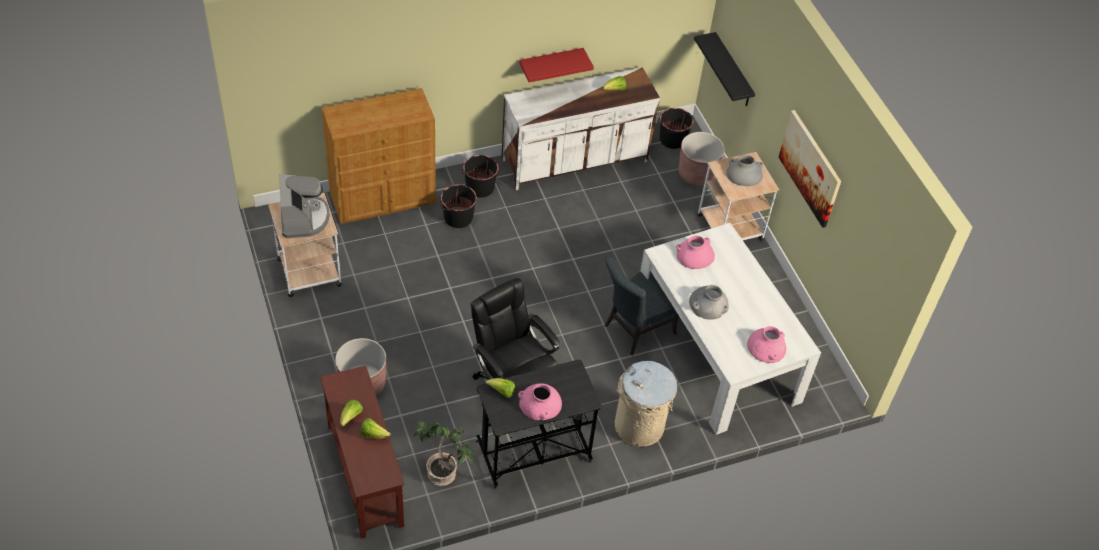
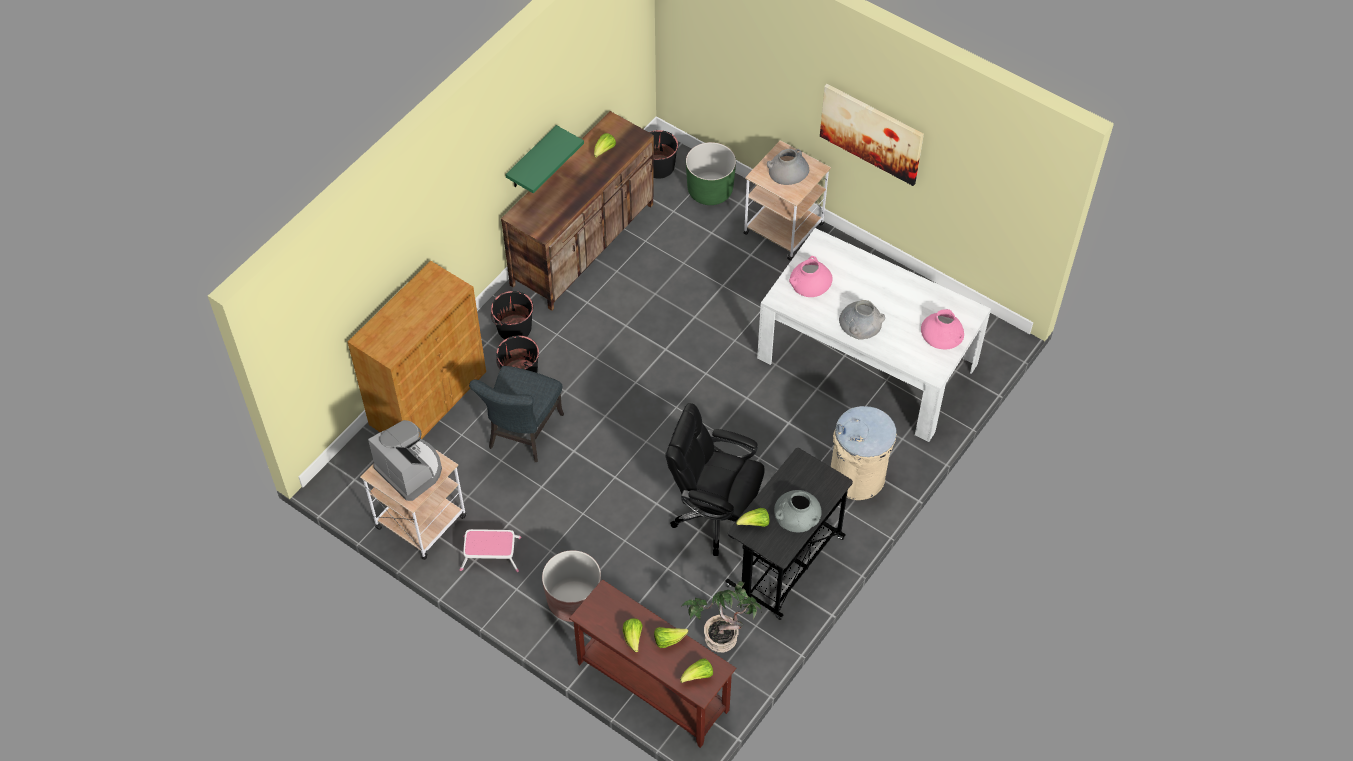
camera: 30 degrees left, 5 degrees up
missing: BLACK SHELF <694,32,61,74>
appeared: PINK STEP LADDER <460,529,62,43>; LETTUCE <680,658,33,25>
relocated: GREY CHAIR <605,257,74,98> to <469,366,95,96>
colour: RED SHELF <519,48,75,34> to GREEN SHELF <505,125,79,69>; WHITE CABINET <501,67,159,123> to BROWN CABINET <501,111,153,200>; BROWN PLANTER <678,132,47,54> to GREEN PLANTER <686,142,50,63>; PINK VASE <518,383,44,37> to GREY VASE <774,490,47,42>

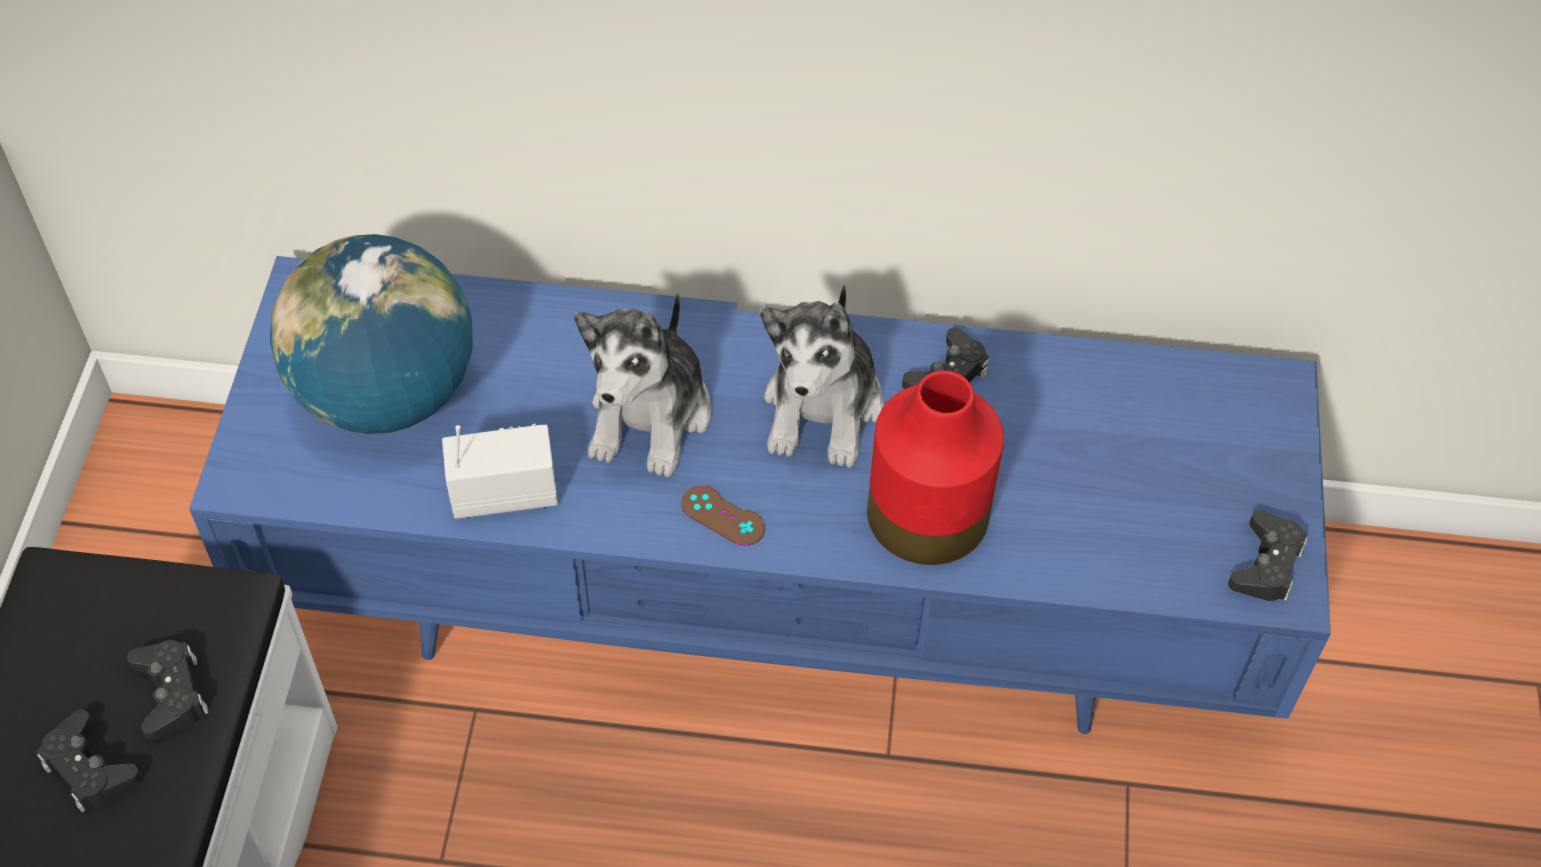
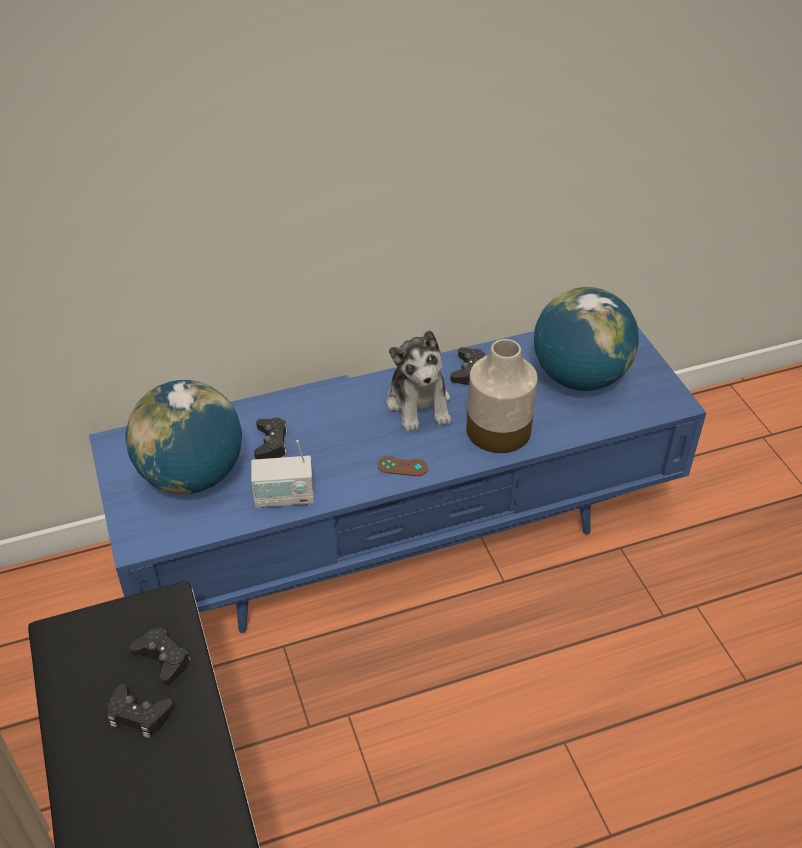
camera: 25 degrees left, 10 degrees down
missing: PLUSH TOY <574,293,137,185>
appeared: GLOBE <534,287,105,104>
relocated: BLACK GAME CONTROLLER <1228,510,79,91> to <254,418,34,41>
colour: RED VASE <867,371,137,194> to BEIGE VASE <466,339,72,114>
spun: RADIO <442,424,116,95> = <251,440,63,68> 150 degrees counterclockwise

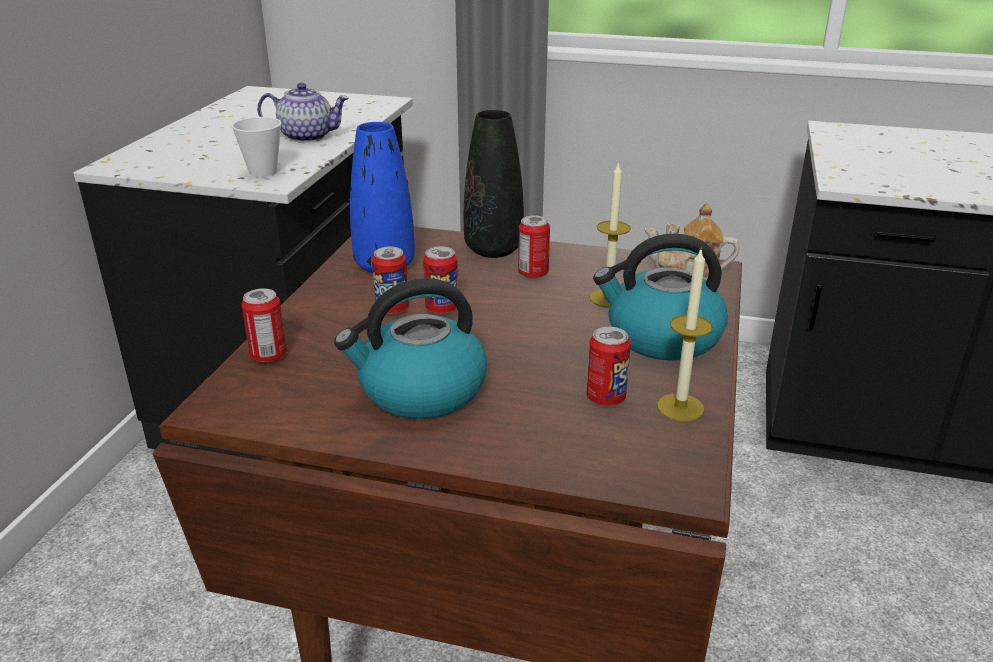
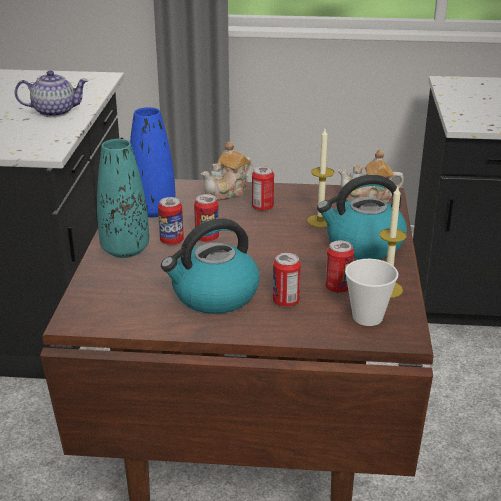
camera: 10 degrees left, 0 degrees up
appeared: TURQUOISE VASE <97,139,52,119>
relocated: CUP <231,117,51,60> to <345,259,53,67>; CAN <241,288,46,75> to <273,253,28,54>
exchanged: BLACK VASE <464,110,60,148> to TEAPOT <201,142,51,59>

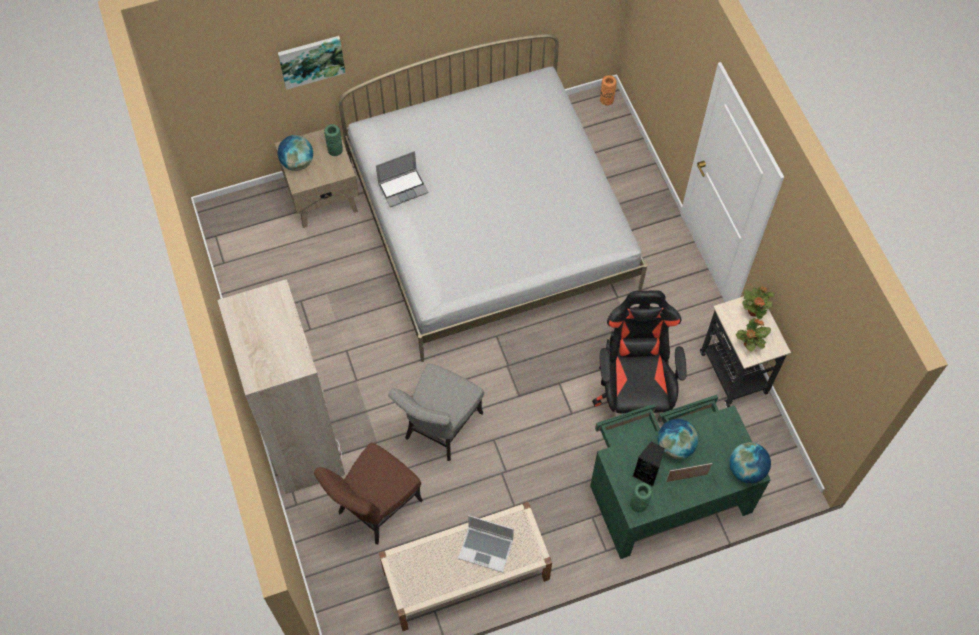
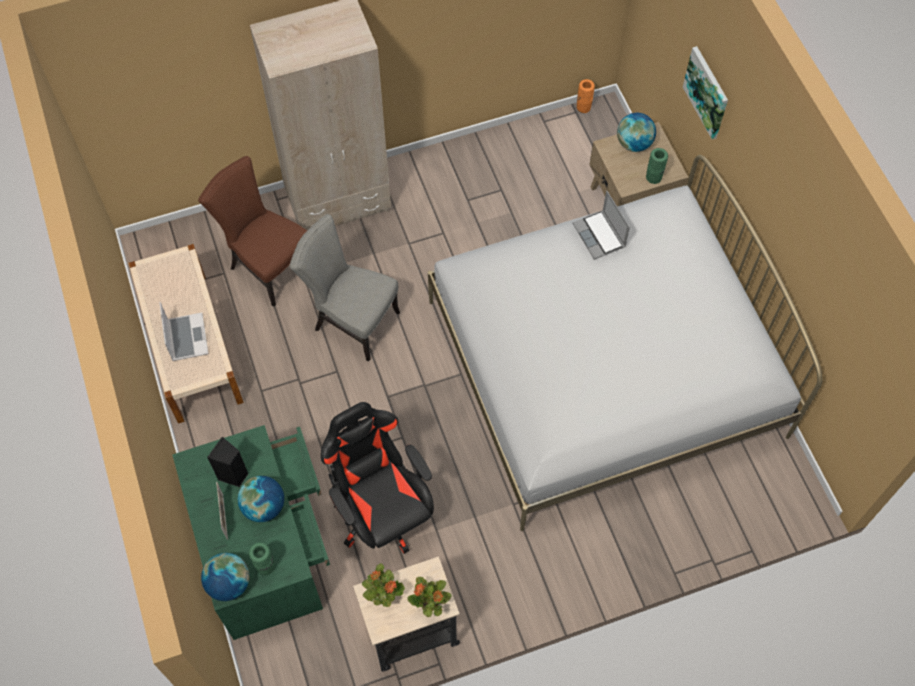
camera: 90 degrees right, 0 degrees up
relocated: ORANGE VASE <600,75,17,31> to <577,79,18,34>; GREEN VASE <630,483,23,29> to <249,542,26,34>
spun: BLACK OFFICE CHAIR <592,290,94,123> = <321,402,113,152> 120 degrees counterclockwise; LAPTOP <458,515,56,57> = <159,302,49,59> 150 degrees clockwise

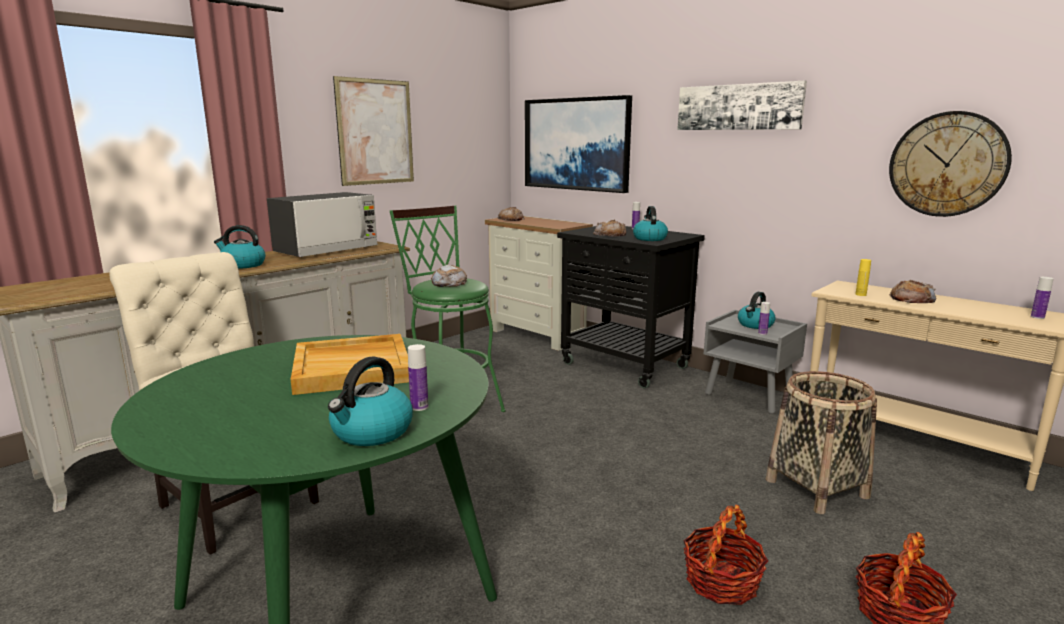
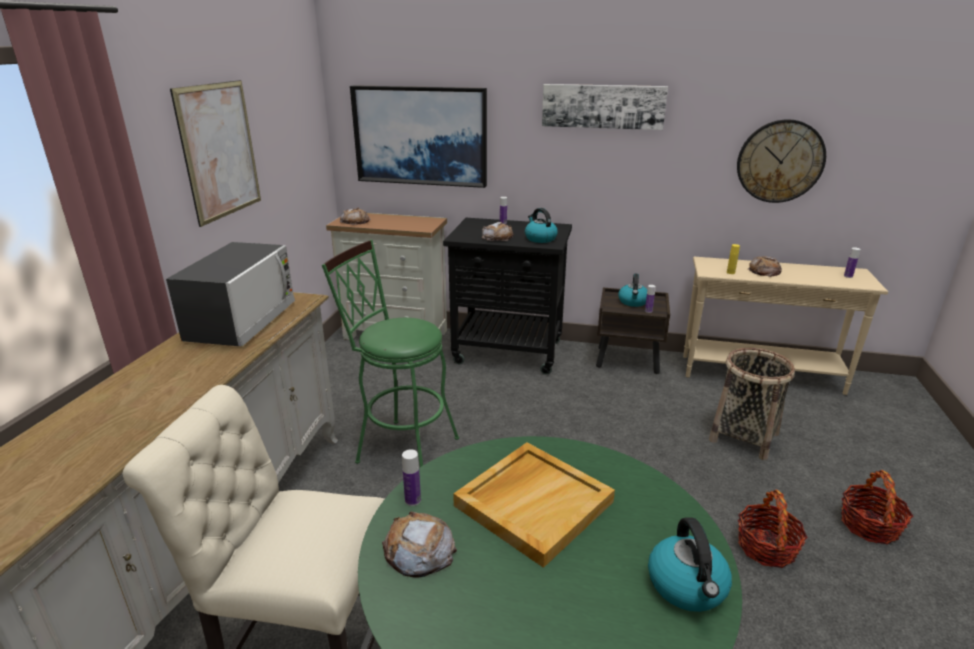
camera: 30 degrees left, 10 degrees up
missing: KETTLE <214,225,52,44>
relocated: BREAD <431,265,36,22> to <382,512,75,66>; BOTTLE <408,344,20,67> to <402,449,19,57>
colour: GREY NIGHTSTAND <704,310,103,104> to BROWN NIGHTSTAND <596,287,74,87>

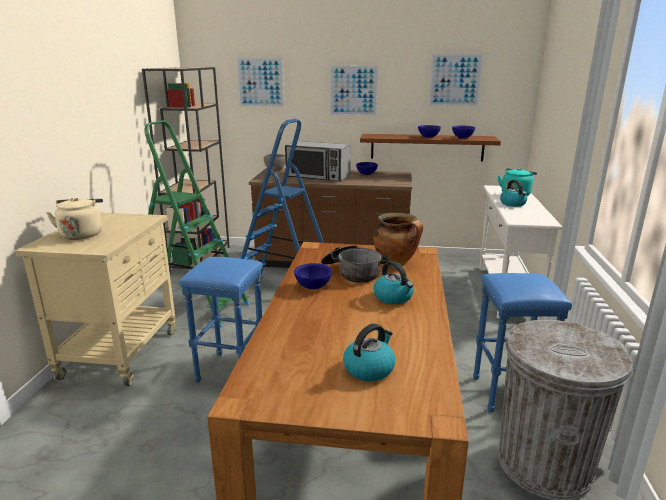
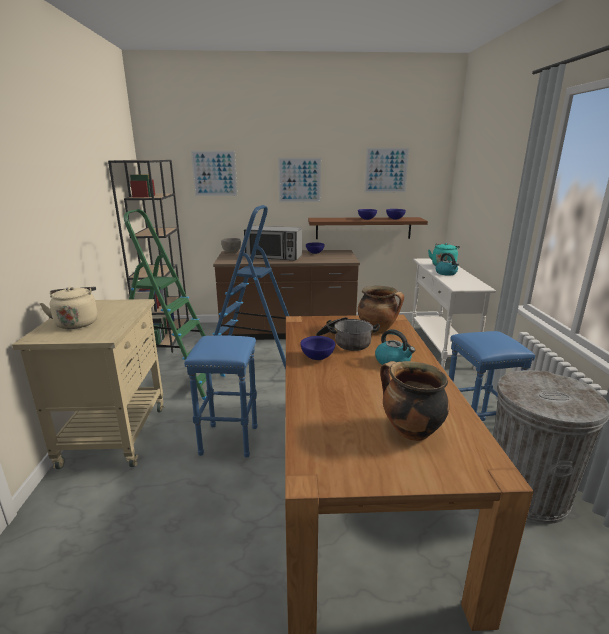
camera: 10 degrees left, 0 degrees up
exchanged: KETTLE <343,323,52,58> to COOKING POT <380,361,69,80>

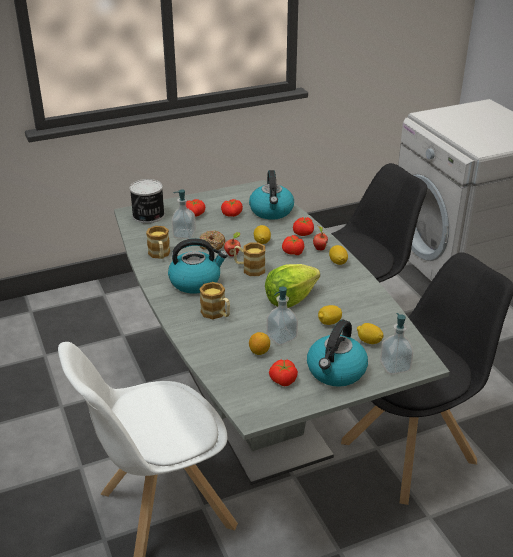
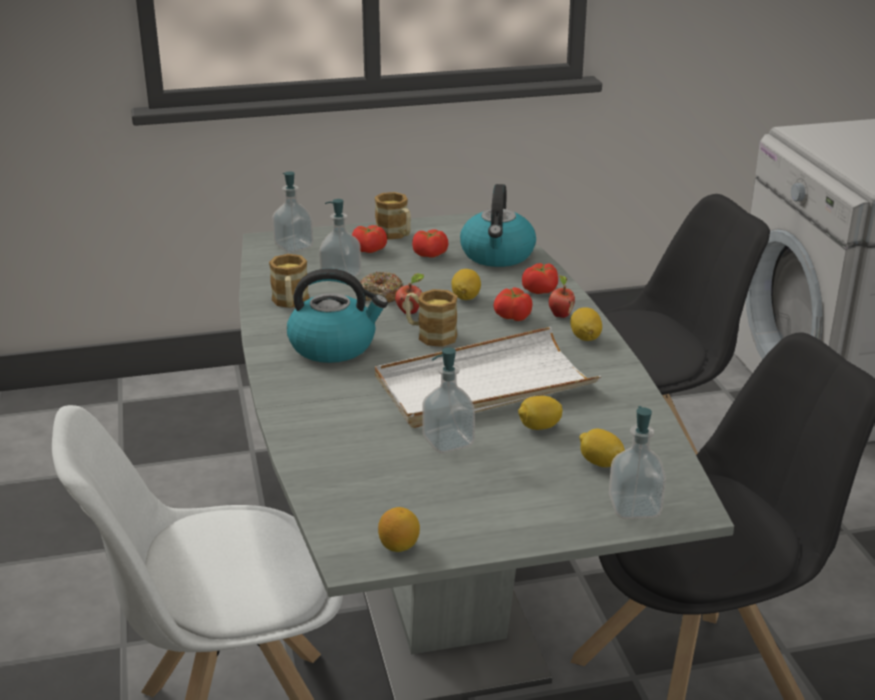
camera: 10 degrees right, 5 degrees down
missing: KETTLE <307,319,61,68>; TOMATO <269,359,29,27>
relocated: MUG <200,282,30,37> to <375,192,36,48>; LEMON <249,332,21,23> to <378,507,42,45>
exchanged: CAN <130,179,35,44> to SOAP DISPENSER <272,171,41,82>; LETTUCE <265,264,55,44> to WHITE TRAY <375,327,226,101>

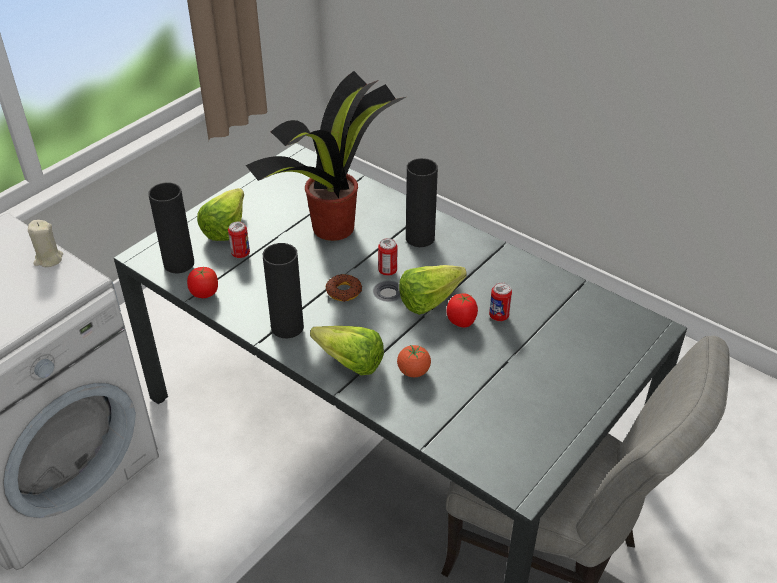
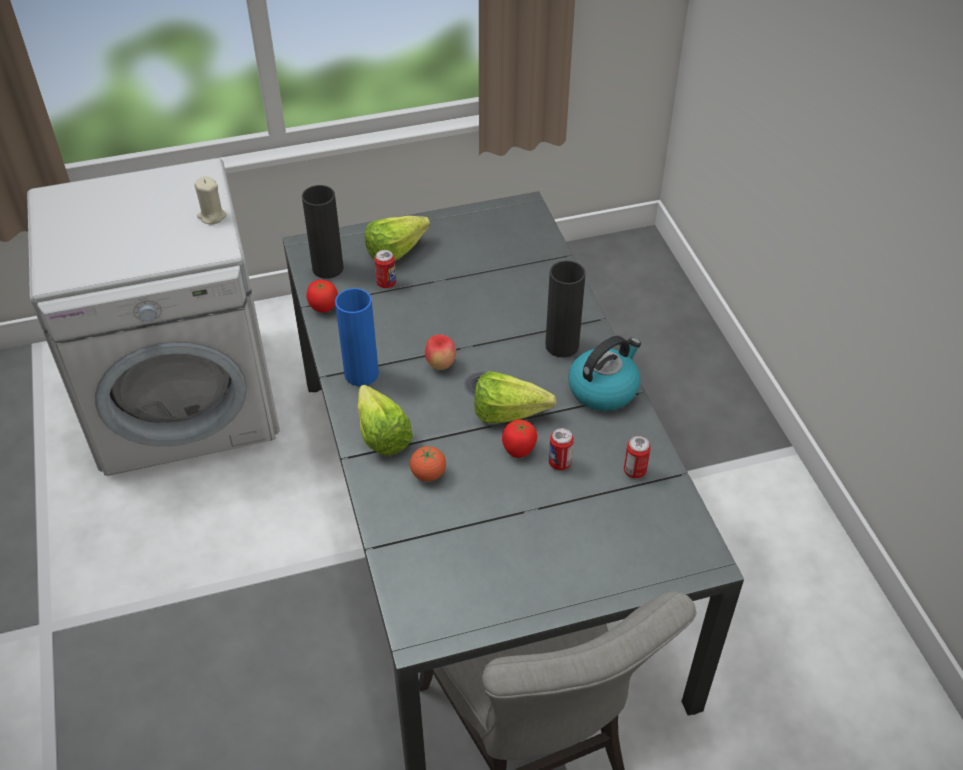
camera: 35 degrees right, 5 degrees up
missing: POTTED PLANT <246,71,160,170>
appeared: KETTLE <568,336,73,75>
relocated: CAN <378,238,19,38> to <624,436,27,42>
exchanged: DONUT <326,274,36,28> to APPLE <425,335,31,35>
colour: BLACK VASE <263,243,41,95> to BLUE VASE <335,288,44,98>

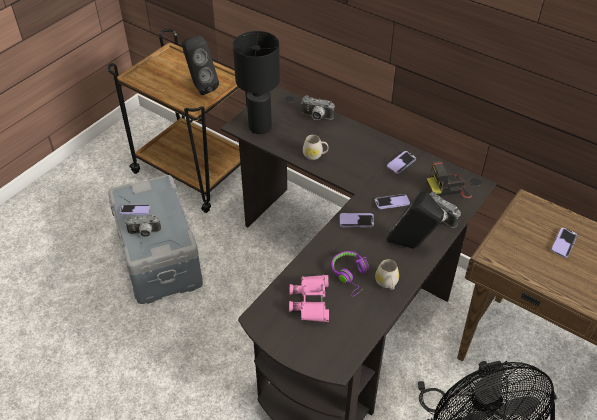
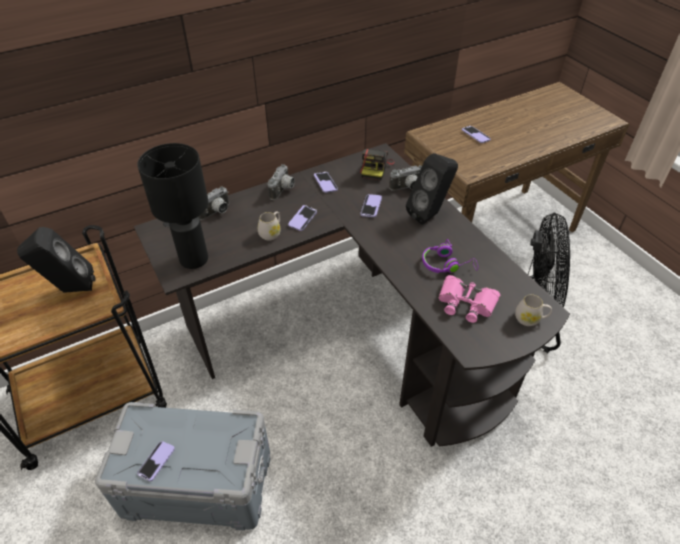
camera: 65 degrees left, 0 degrees up
relocated: PHONE <340,213,34,14> to <288,205,29,26>; PHOTO CAMERA <125,215,36,22> to <268,164,27,36>; WHITE MUG <375,259,24,31> to <515,294,37,32>

